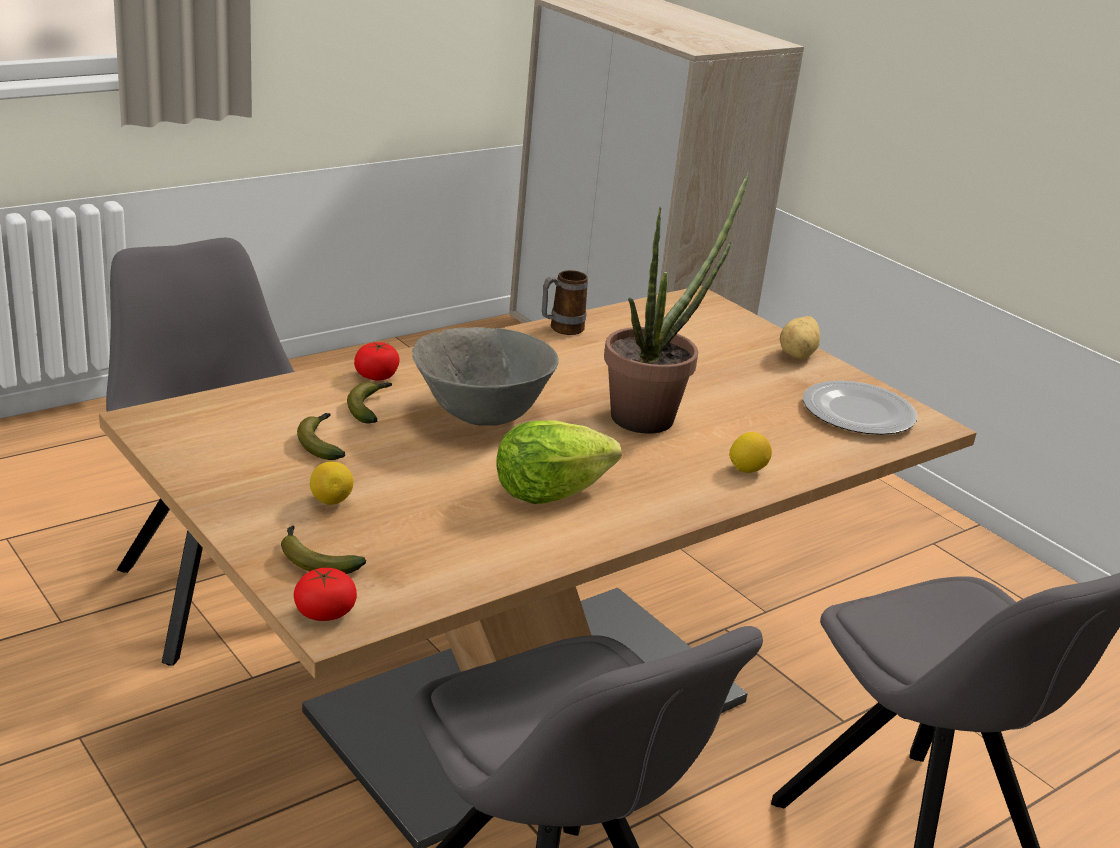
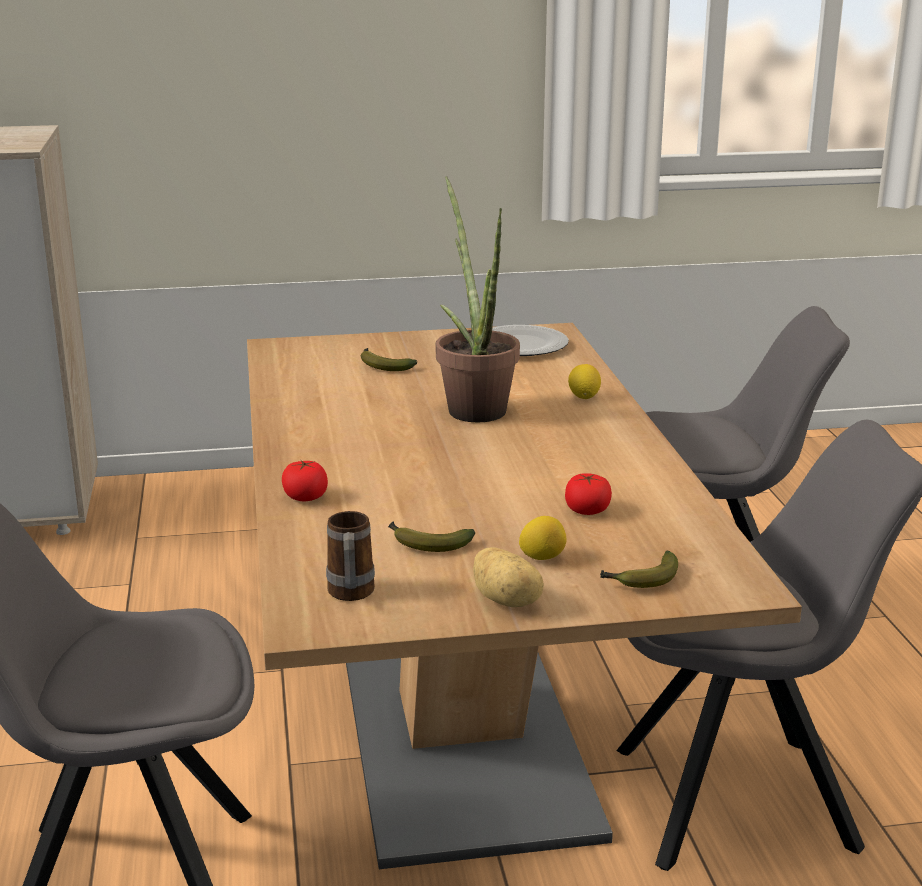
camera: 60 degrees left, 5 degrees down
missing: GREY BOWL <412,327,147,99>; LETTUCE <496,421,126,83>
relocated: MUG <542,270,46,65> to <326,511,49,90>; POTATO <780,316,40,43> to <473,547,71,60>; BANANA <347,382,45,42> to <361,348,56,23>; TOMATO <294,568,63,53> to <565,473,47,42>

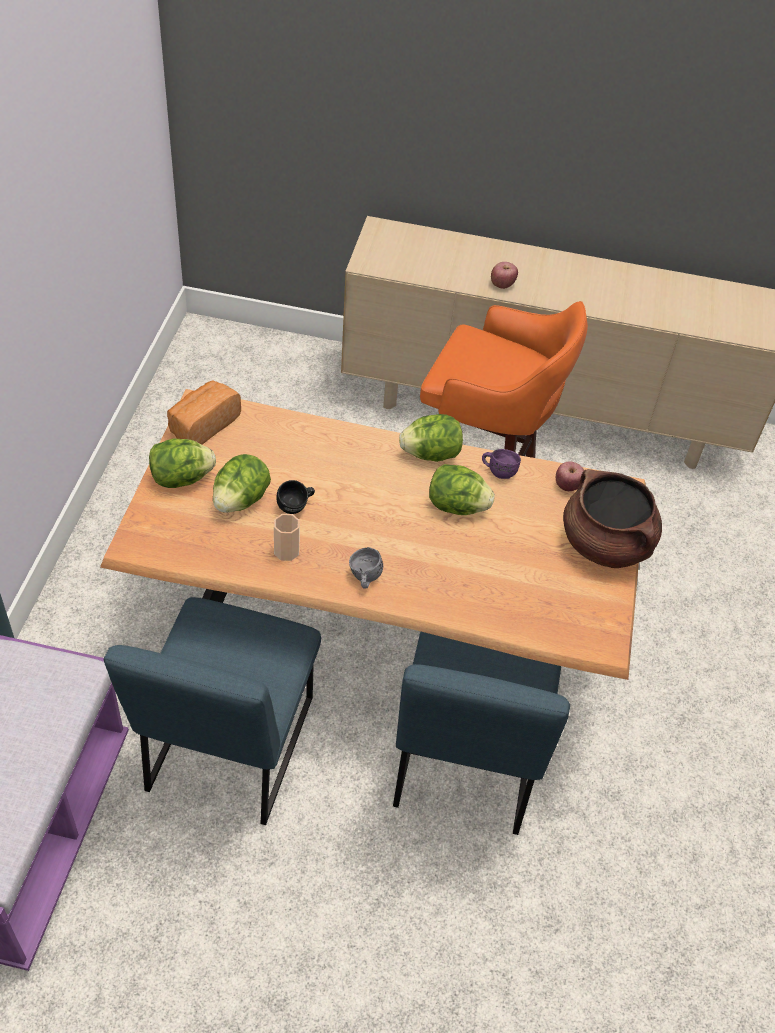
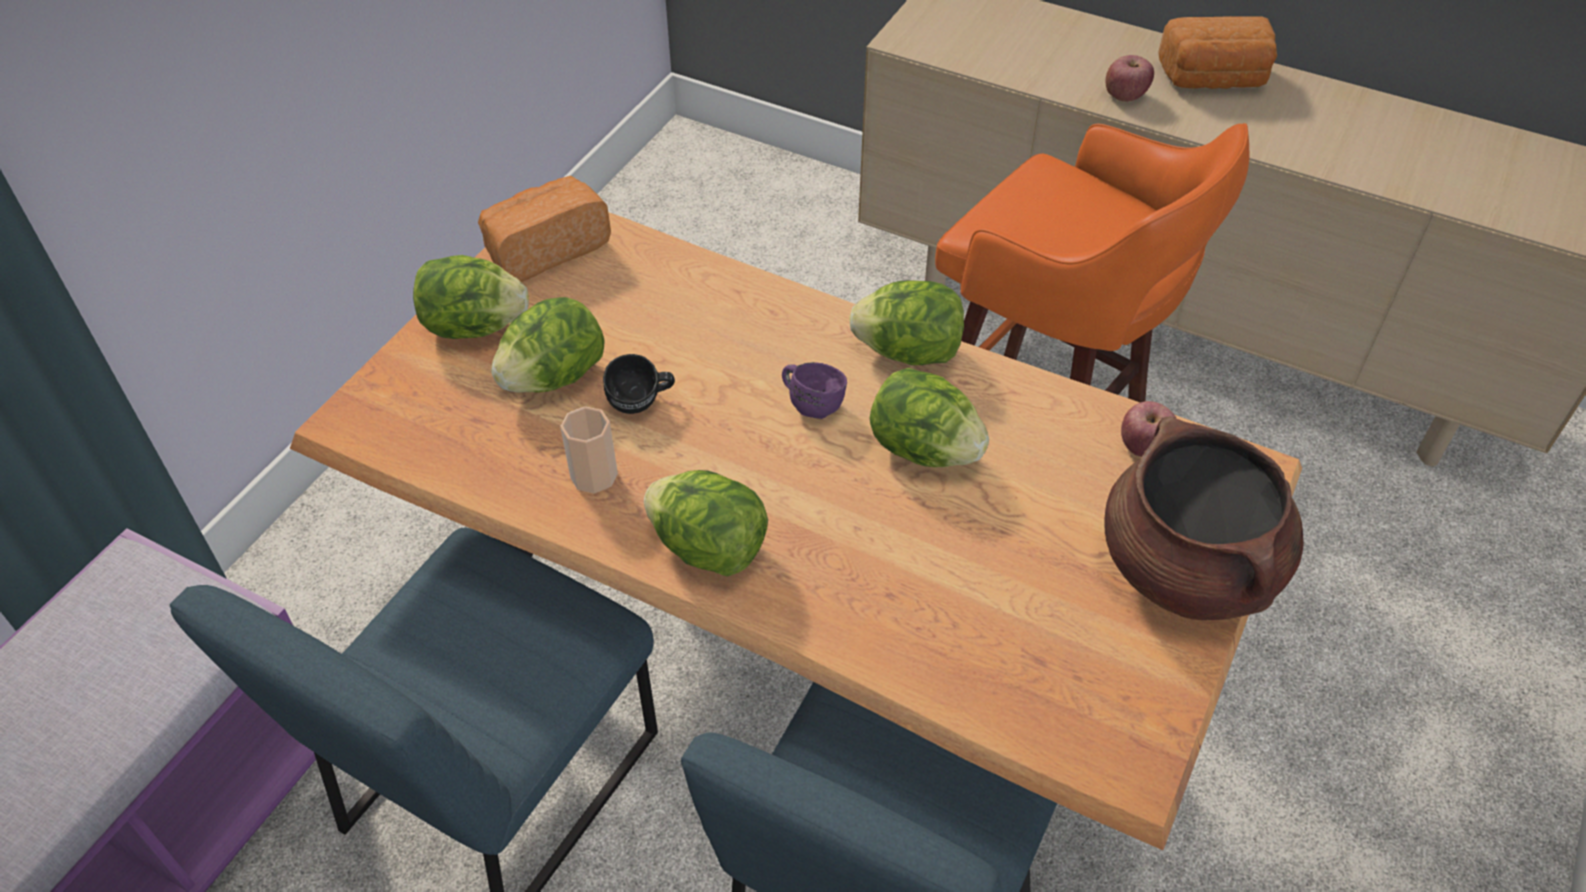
camera: 20 degrees right, 0 degrees up
appeared: BREAD <1158,16,119,73>
relocated: PURPLE MUG <482,449,39,30> to <782,362,65,57>
exchanged: GREY MUG <349,547,34,42> to LETTUCE <644,470,124,107>

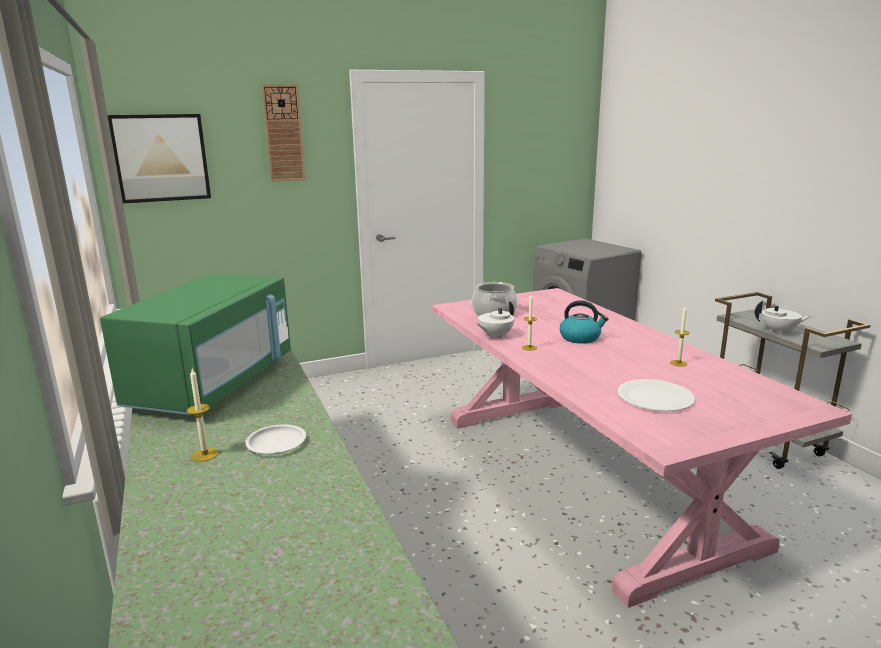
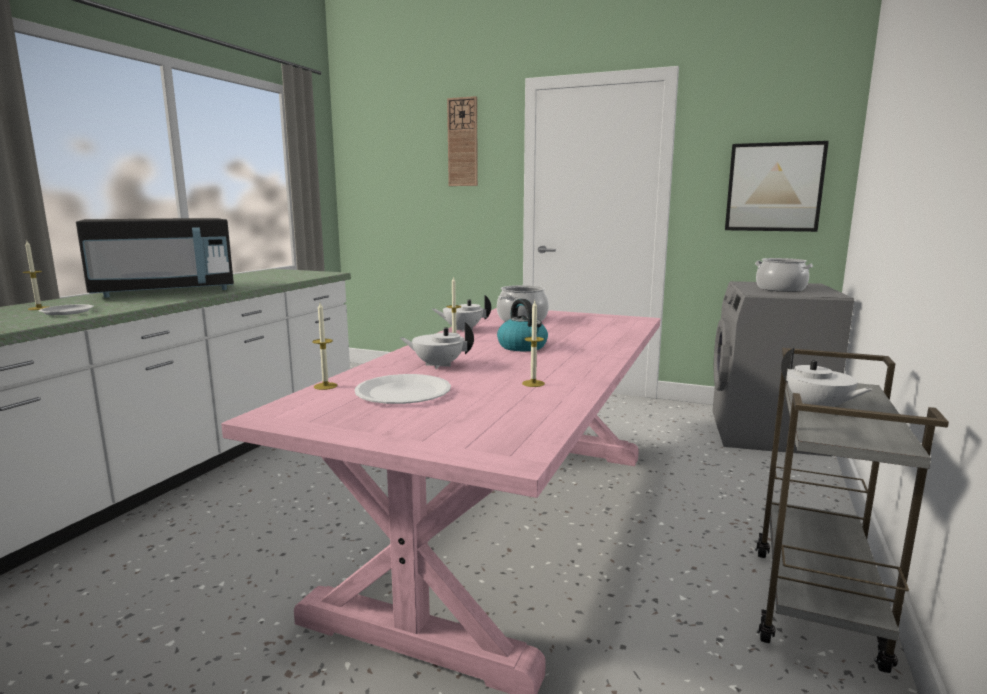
camera: 45 degrees right, 5 degrees down
appeared: COOKING POT <755,258,58,34>; CANDLE <312,303,25,87>; WHITE TEAPOT <400,322,74,47>
relocated: PICTURE <108,114,103,90> to <725,141,104,91>
colour: GREEN MICROWAVE <100,274,191,141> to BLACK MICROWAVE <76,218,158,80>

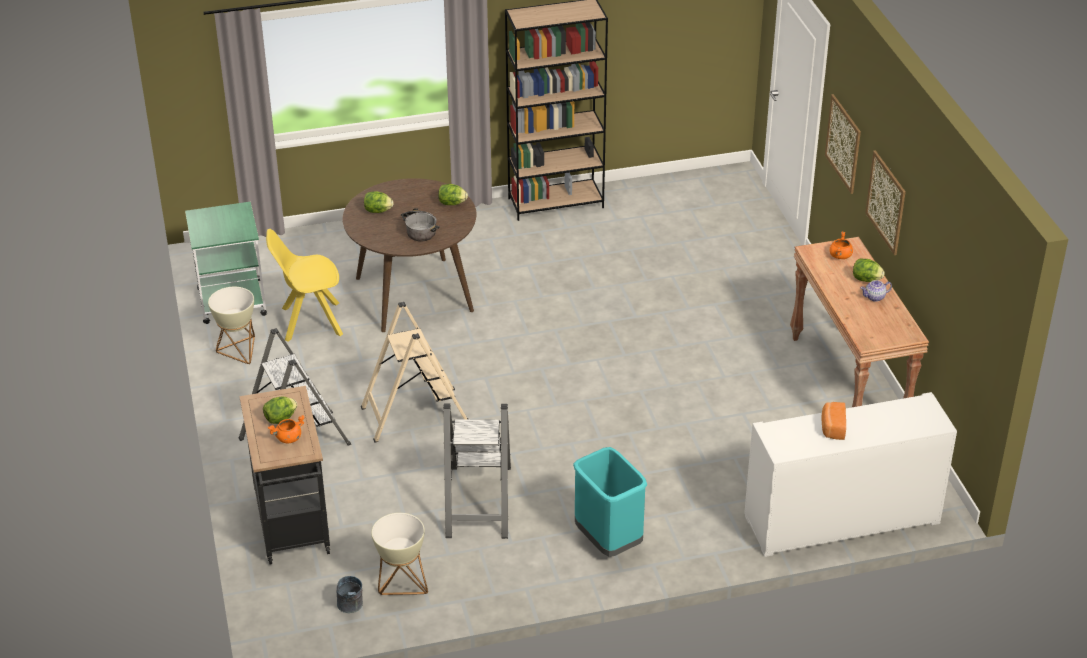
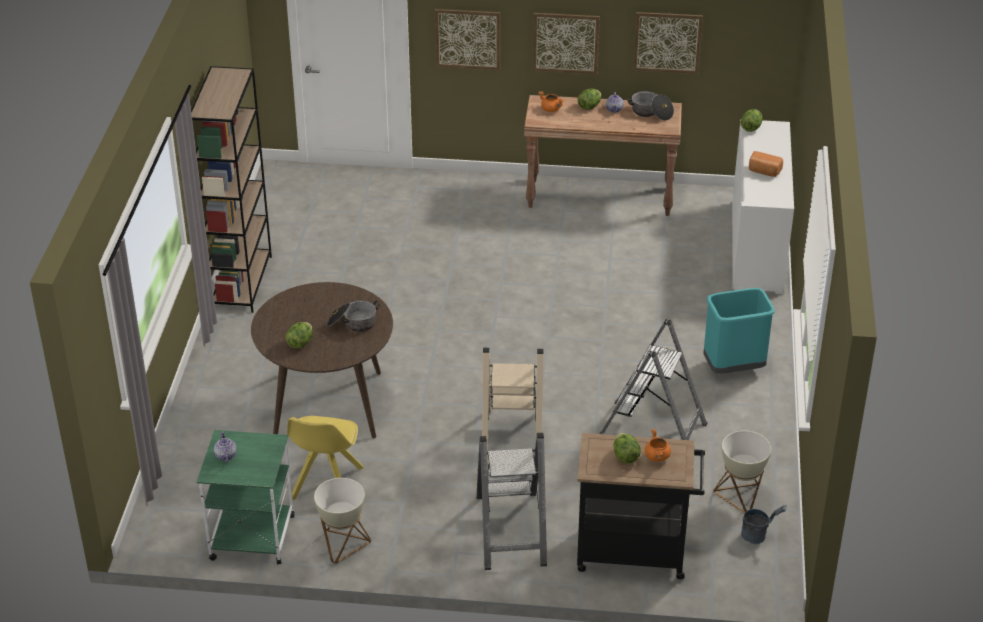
camera: 70 degrees left, 0 degrees up
appeared: PICTURE <633,12,70,62>; COOKING POT <627,91,47,30>; TEAPOT <214,431,23,32>
relocated: LETTUCE <438,184,30,21> to <741,109,22,23>

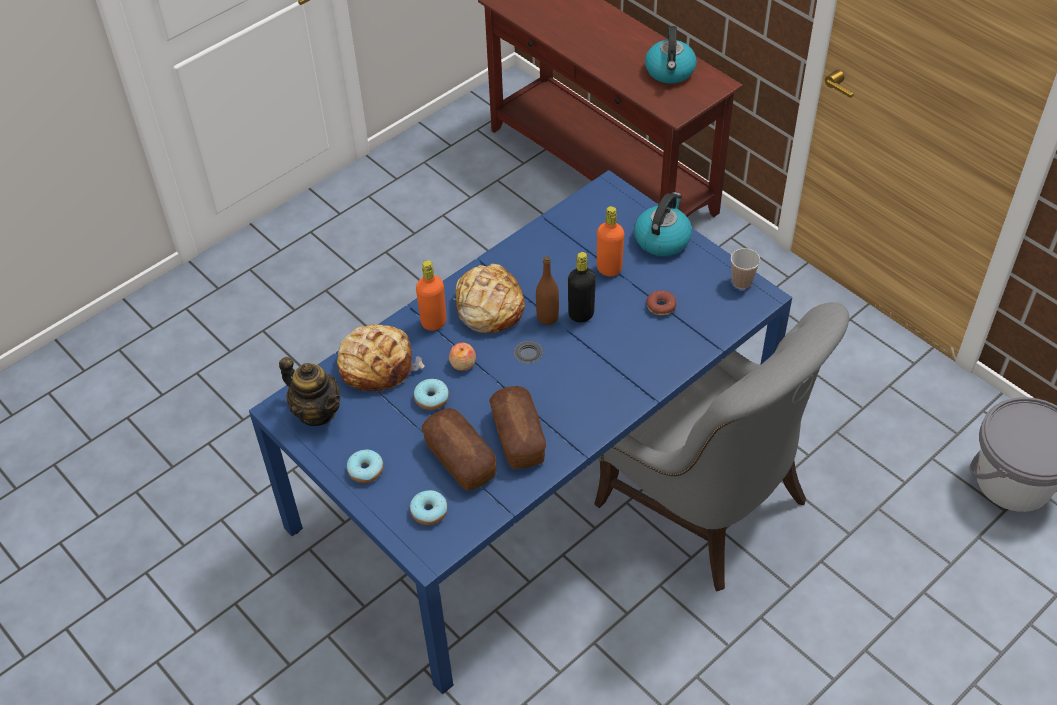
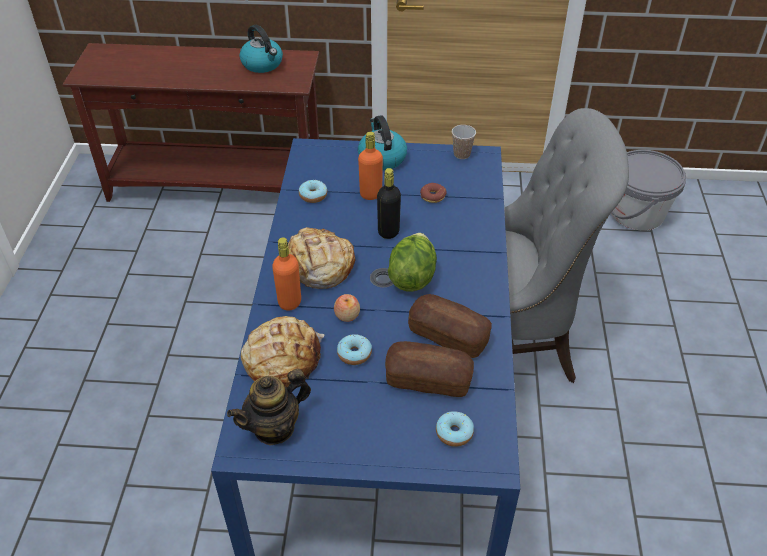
camera: 45 degrees left, 5 degrees down
missing: BROWN BOTTLE <536,256,23,69>
appeared: LETTUCE <388,233,49,59>
relocated: DONUT <347,450,37,33> to <299,180,28,23>
spun: TEAPOT <279,357,62,69> = <227,369,84,77> 150 degrees clockwise

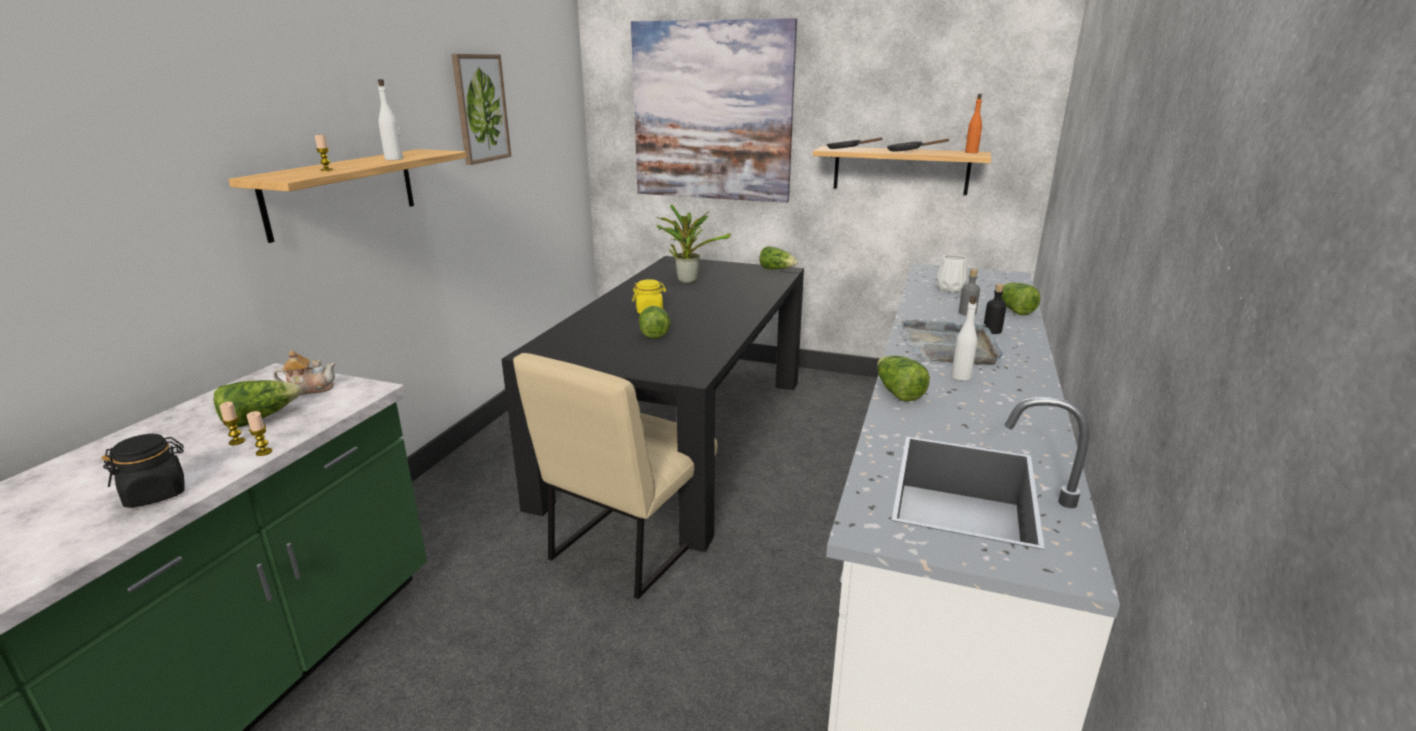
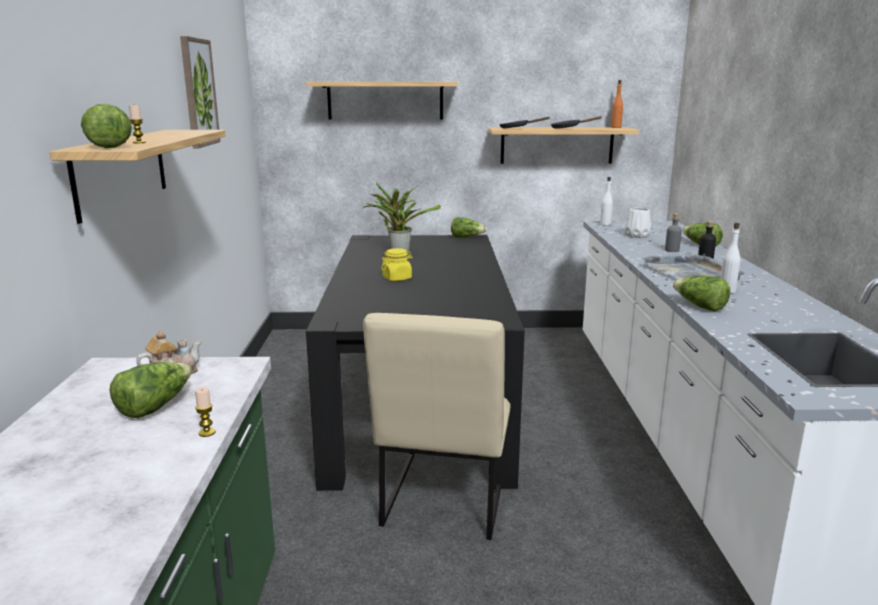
camera: 20 degrees left, 5 degrees down
missing: CANDLE <219,402,26,43>; BLACK JAR <102,434,83,74>
relocated: WHITE BOTTLE <378,79,25,81> to <600,177,13,49>; LETTUCE <639,306,32,33> to <81,104,51,44>
exchanged: PICTURE <631,18,166,185> to SHELF <306,82,152,38>

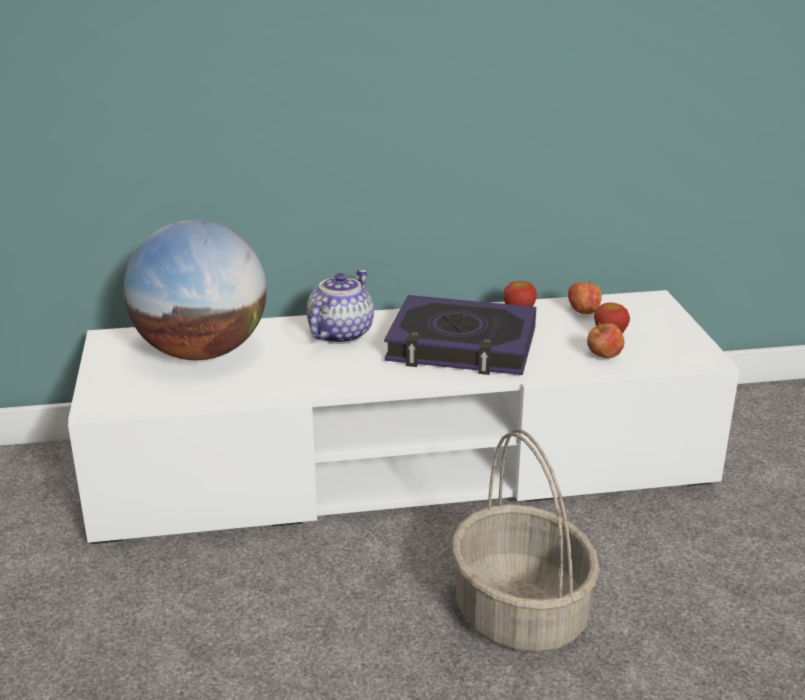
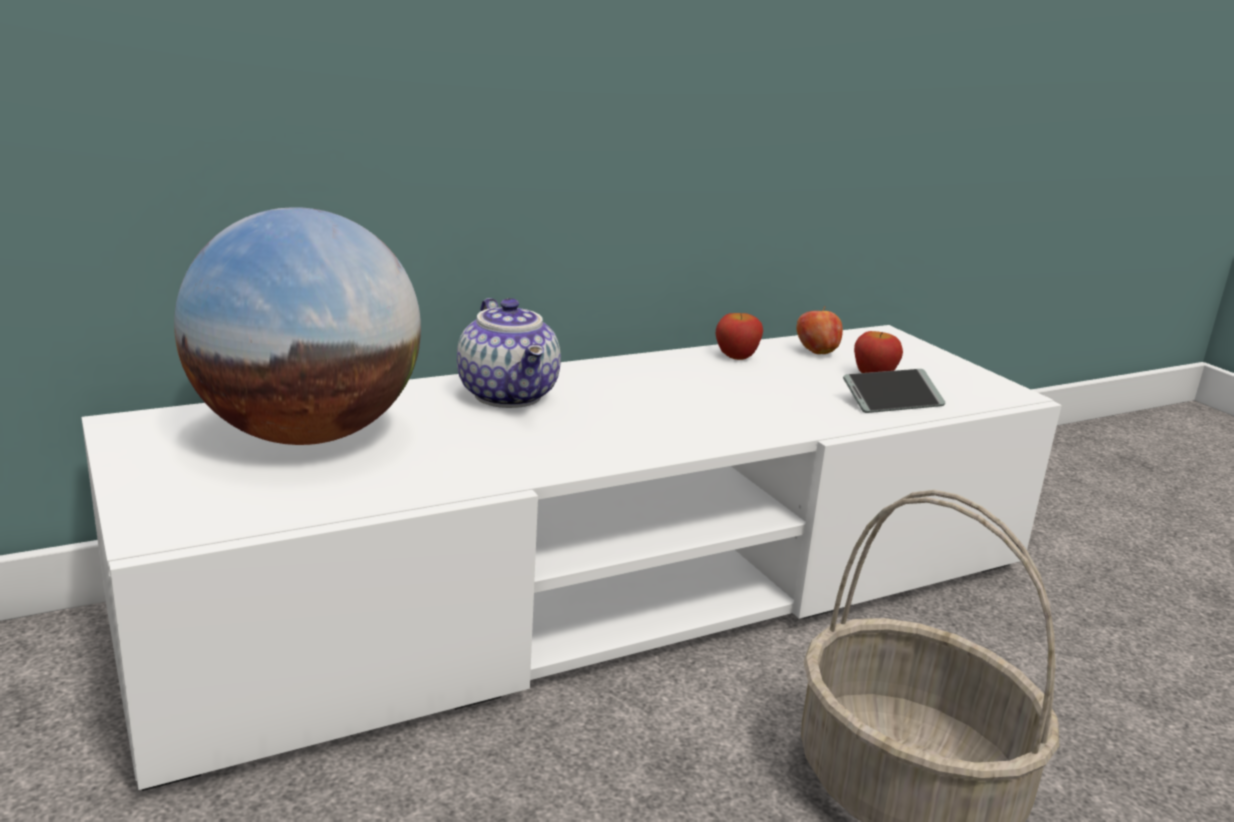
camera: 20 degrees left, 5 degrees down
missing: BOOK <384,295,152,80>
exchanged: APPLE <587,323,37,35> to PHONE <843,369,102,44>
spun: TEAPOT <307,270,67,74> = <457,298,104,110> 150 degrees clockwise

